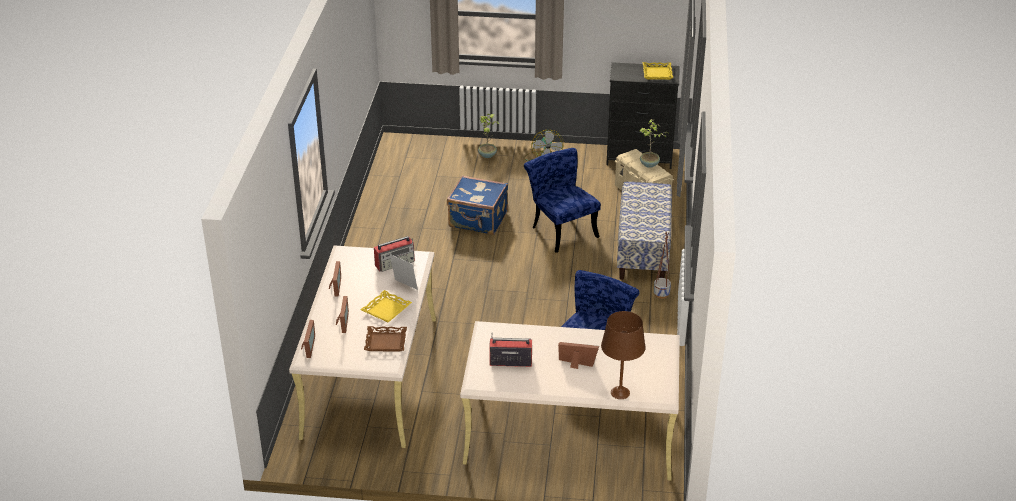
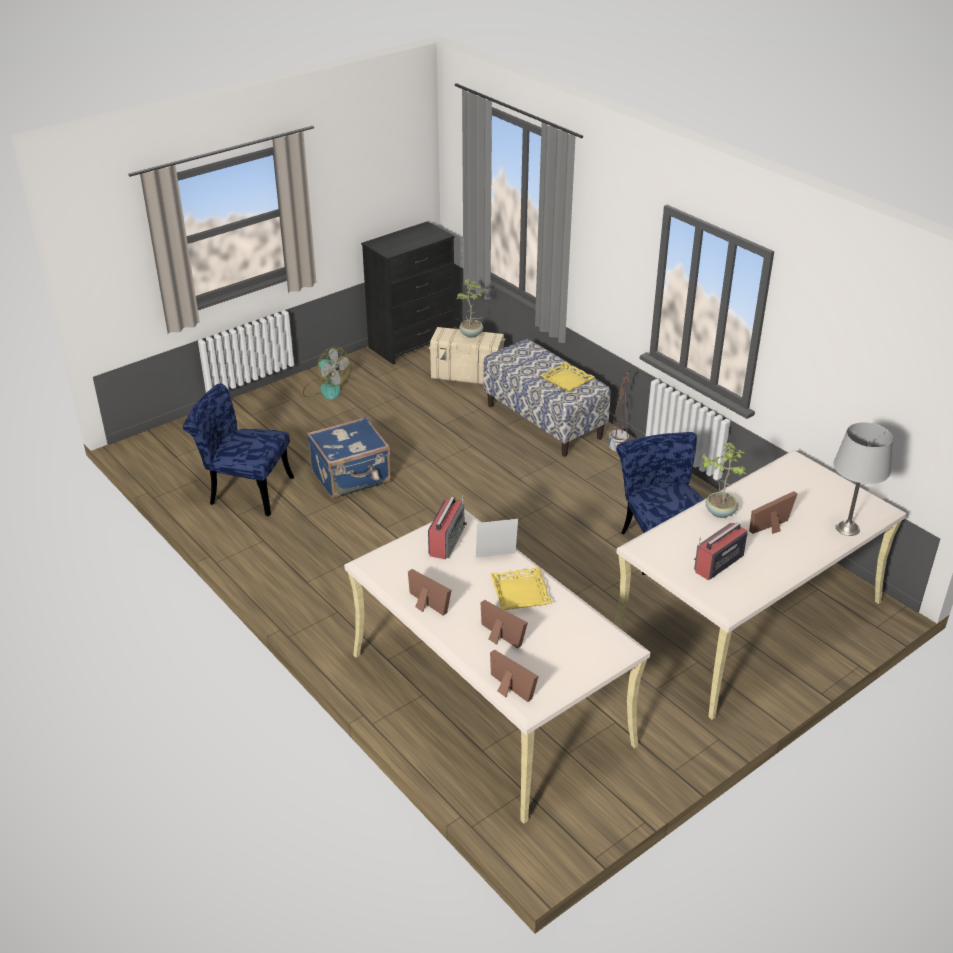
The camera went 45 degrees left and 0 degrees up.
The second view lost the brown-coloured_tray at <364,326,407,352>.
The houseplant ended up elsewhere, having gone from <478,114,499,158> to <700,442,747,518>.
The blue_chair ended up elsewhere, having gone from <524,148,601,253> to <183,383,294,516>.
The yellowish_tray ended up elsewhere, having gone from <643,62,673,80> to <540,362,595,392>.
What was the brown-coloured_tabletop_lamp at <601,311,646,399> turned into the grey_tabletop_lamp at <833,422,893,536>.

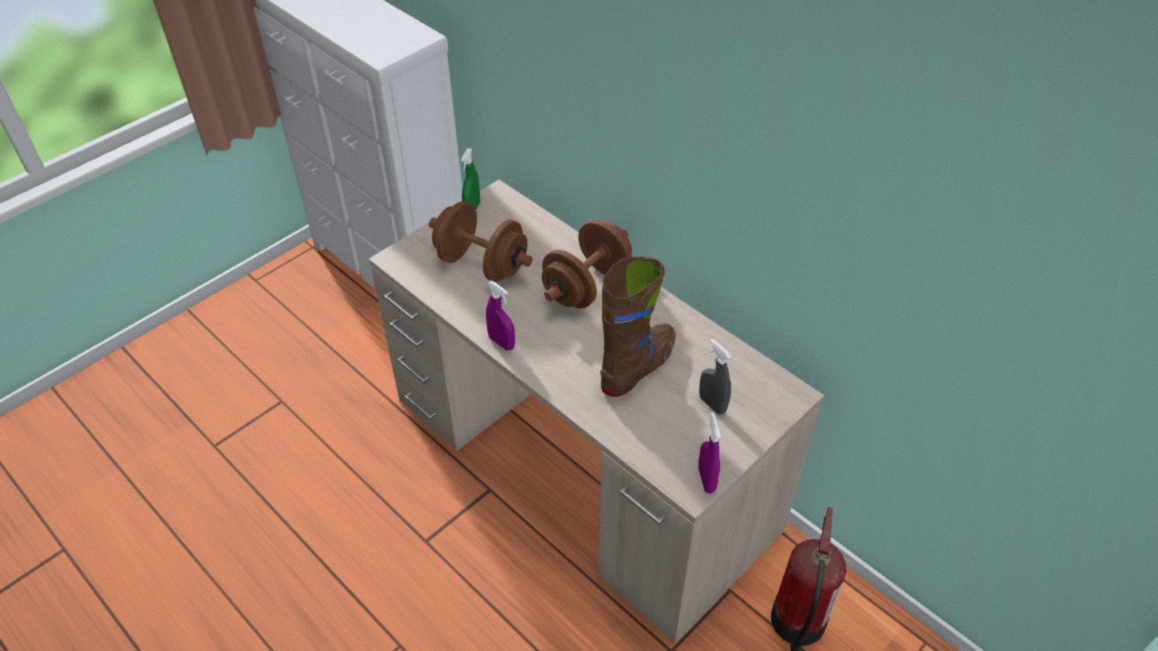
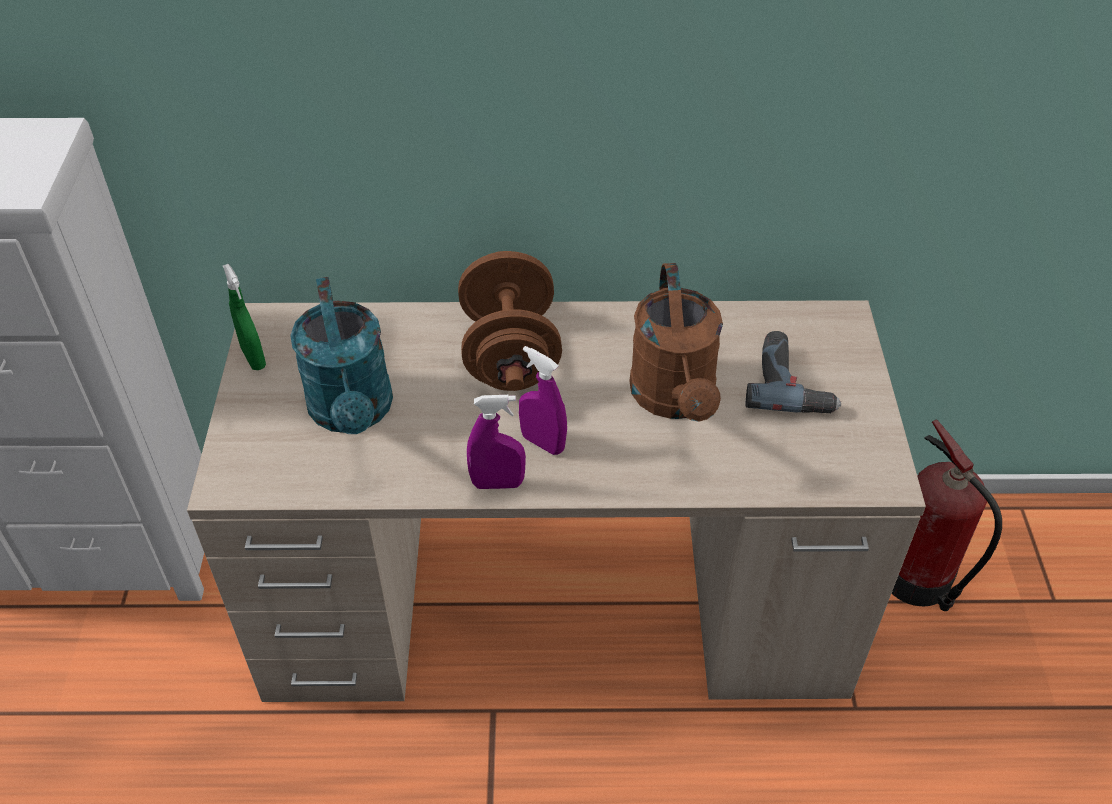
The camera went 45 degrees left and 0 degrees up.
The purple_sprayer ended up elsewhere, having gone from <698,412,721,493> to <519,346,567,455>.
Where the brown-coloured_free_weight stood at <429,201,533,282>, the turquoise-coloured_sprinkling_can came to stand at <290,277,393,434>.
Where the brown-coloured_high-top_boot stood at <600,256,676,397>, the brown-coloured_sprinkling_can came to stand at <629,263,723,422>.
Where the grey_sprayer stood at <699,339,731,415>, the power_drill came to stand at <746,331,841,413>.

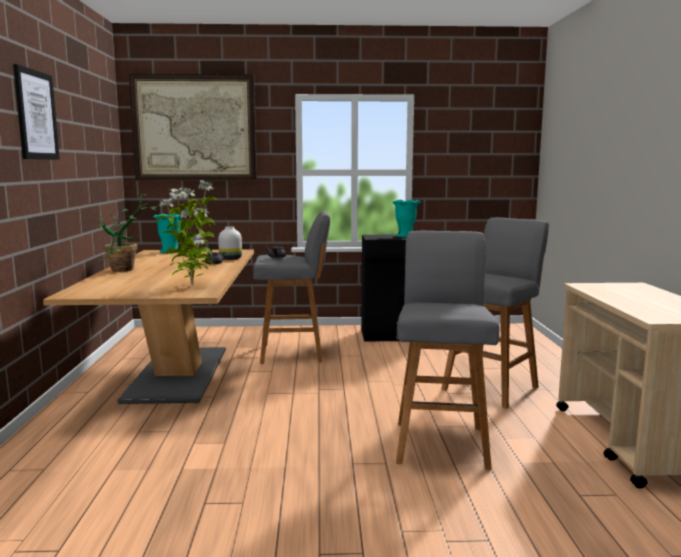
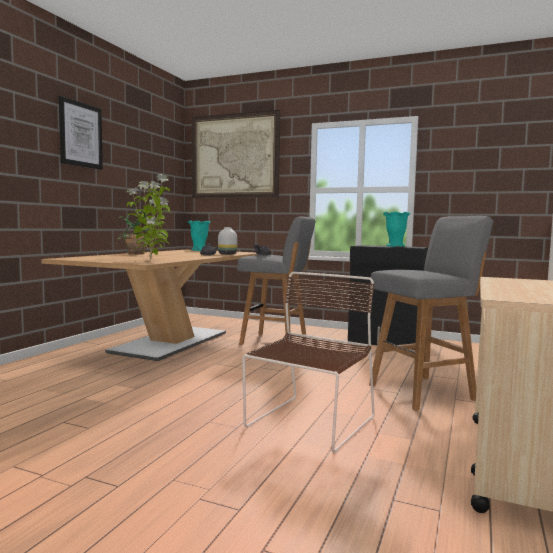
The camera went 25 degrees right and 5 degrees down.
Where the grey_sitting_stool stood at <396,231,499,470>, the brown-coloured_chair came to stand at <242,272,375,453>.

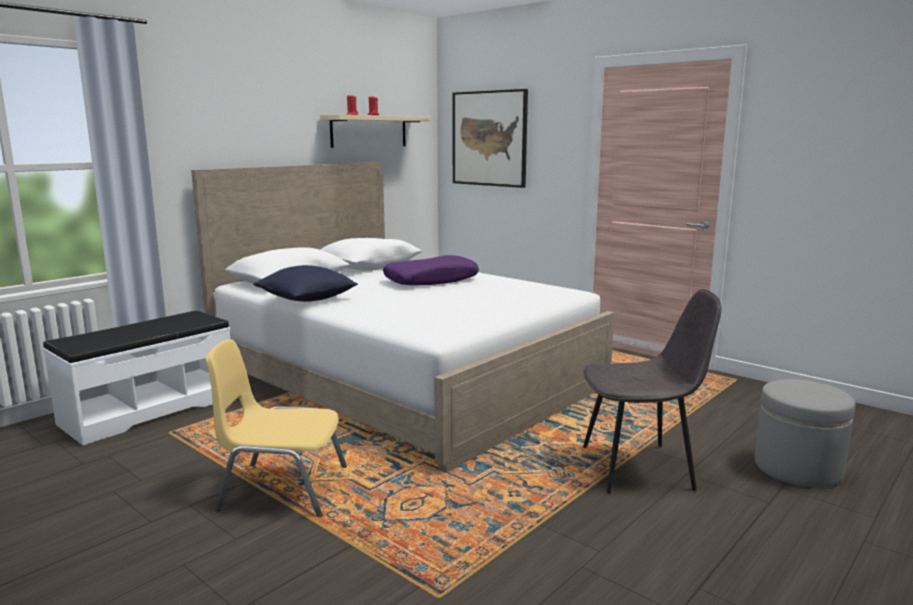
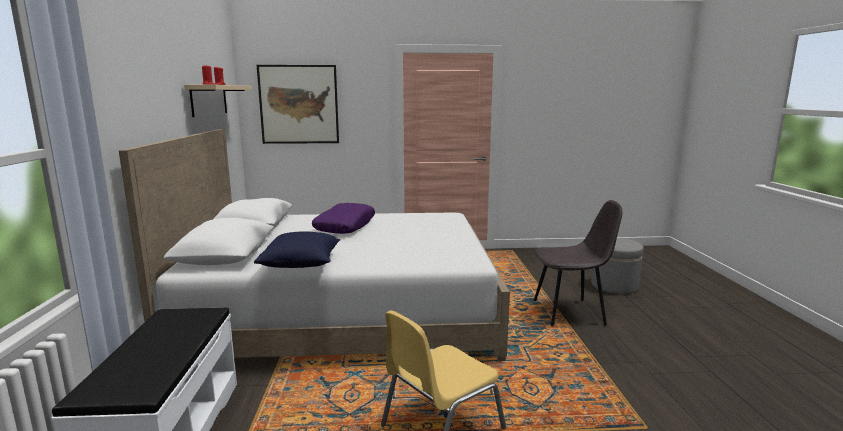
The camera went 45 degrees left and 0 degrees up.
The grey_chair at <583,289,721,493> ended up facing another way, 45 degrees clockwise from before.

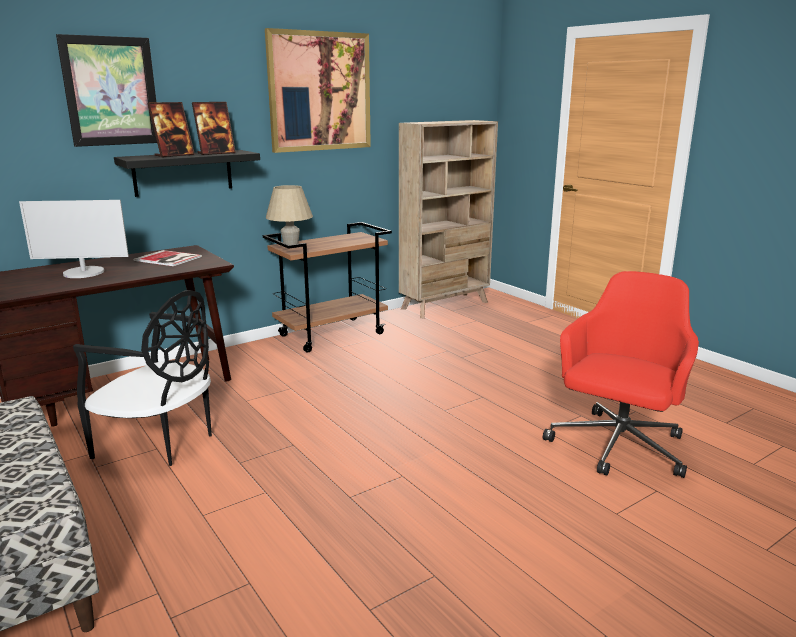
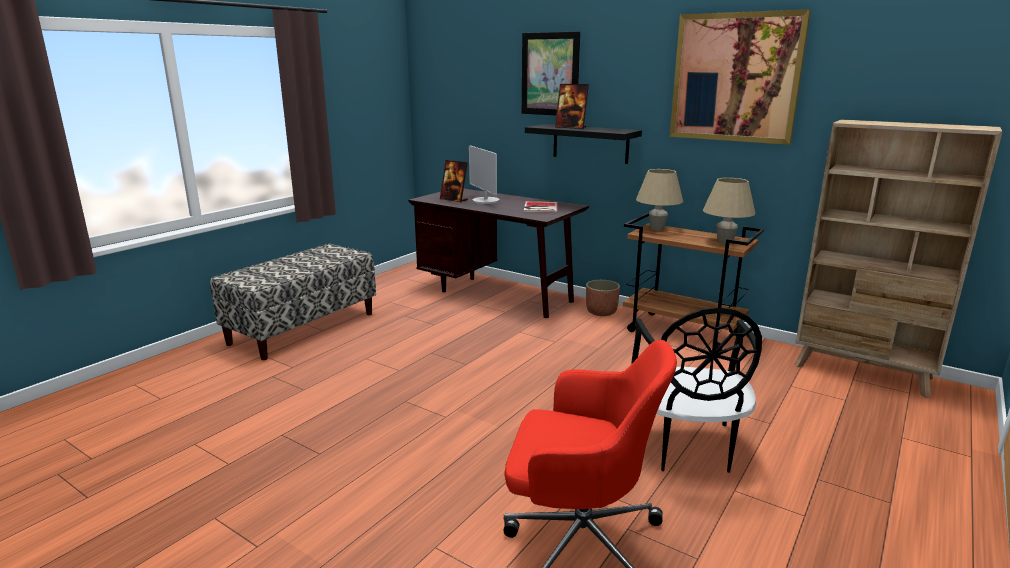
The camera went 70 degrees right and 0 degrees up.
The second view gained the flower_pot at <586,280,620,316>.
The second view gained the sand-coloured_tabletop_lamp at <703,178,756,244>.
The black_chair ended up elsewhere, having gone from <73,290,212,466> to <631,308,762,473>.
The photo_frame ended up elsewhere, having gone from <192,102,236,155> to <440,160,468,203>.

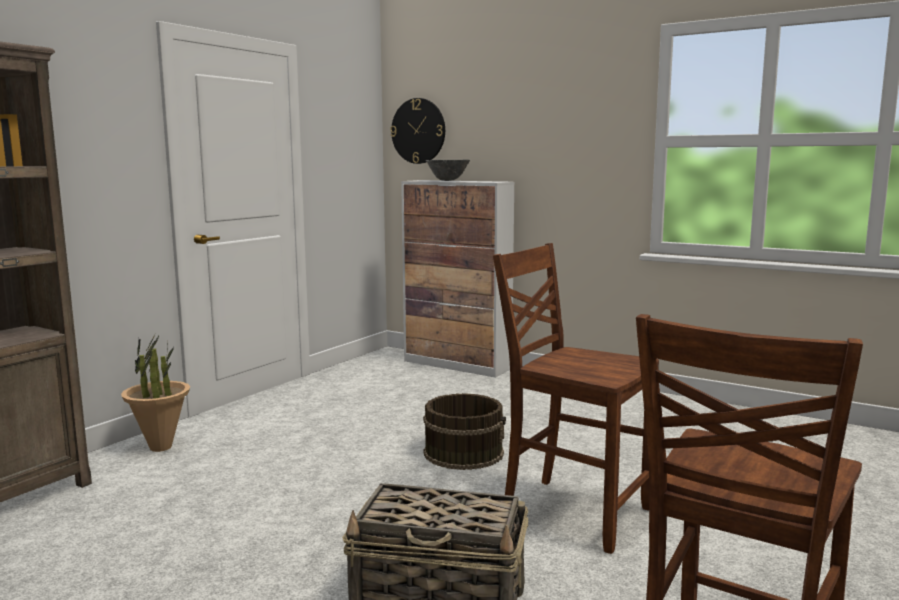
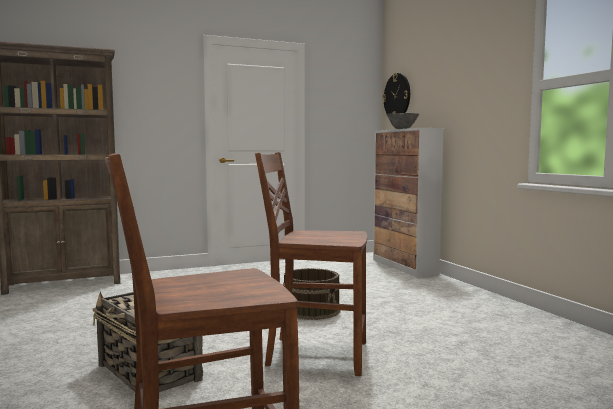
The camera went 35 degrees right and 5 degrees down.
The second view lost the houseplant at <121,335,190,452>.
The brown-coloured_chair at <493,243,659,554> ended up facing another way, 60 degrees counterclockwise from before.

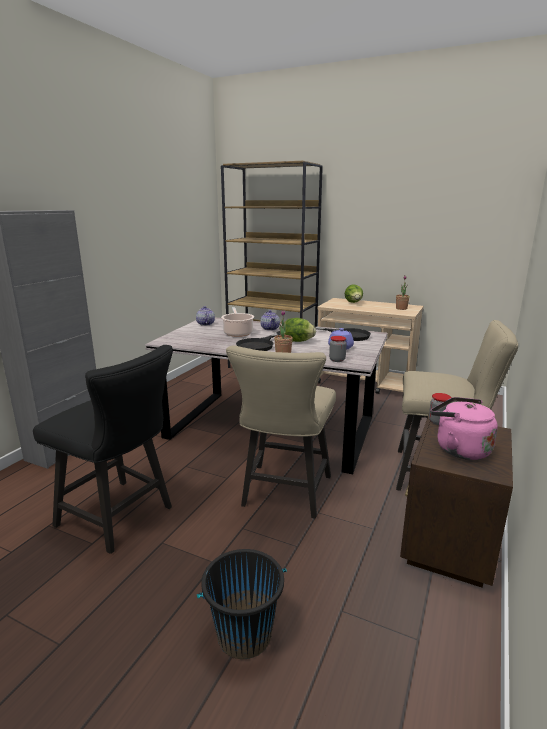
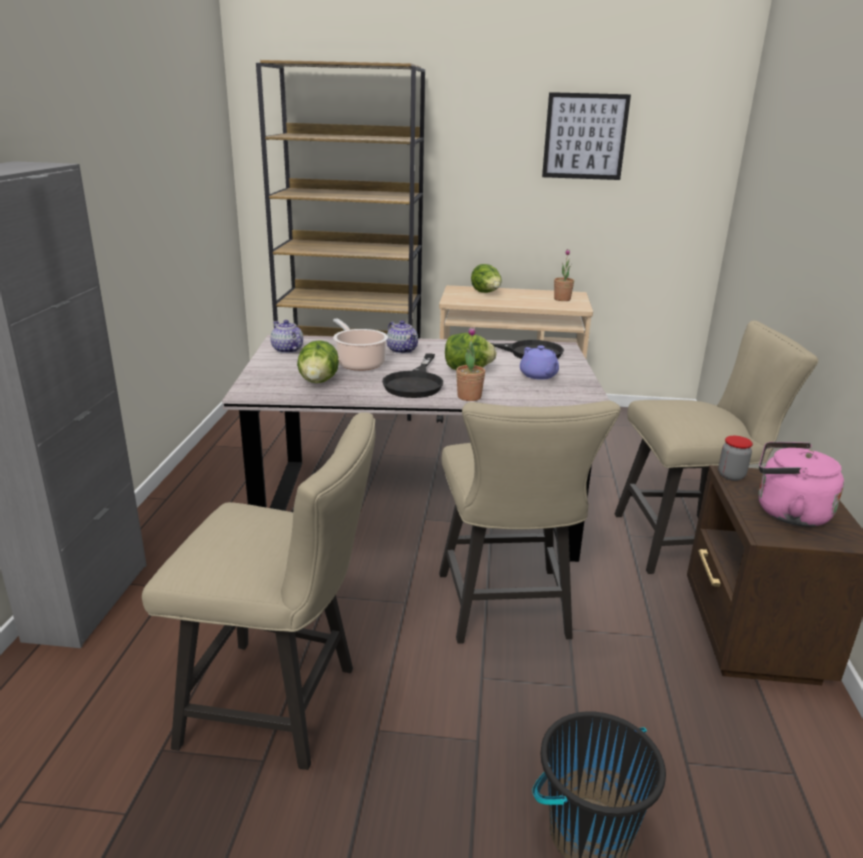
The camera went 20 degrees left and 5 degrees up.
The second view lost the jar at <329,336,346,362>.
The second view gained the lettuce at <297,340,339,383>.
The second view gained the wall_picture at <542,92,631,180>.
What was the black_chair at <33,345,173,554> turned into the sand-coloured_chair at <142,413,376,770>.

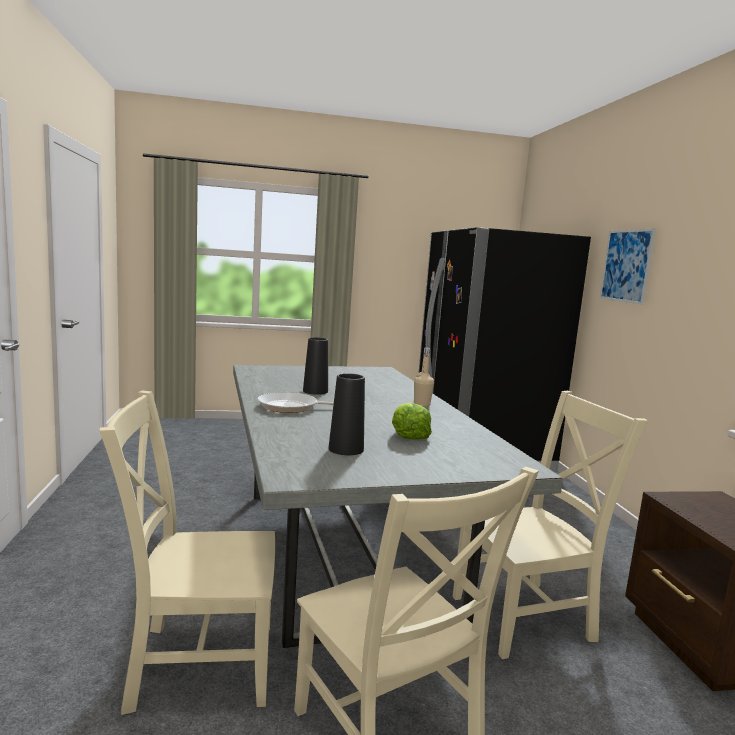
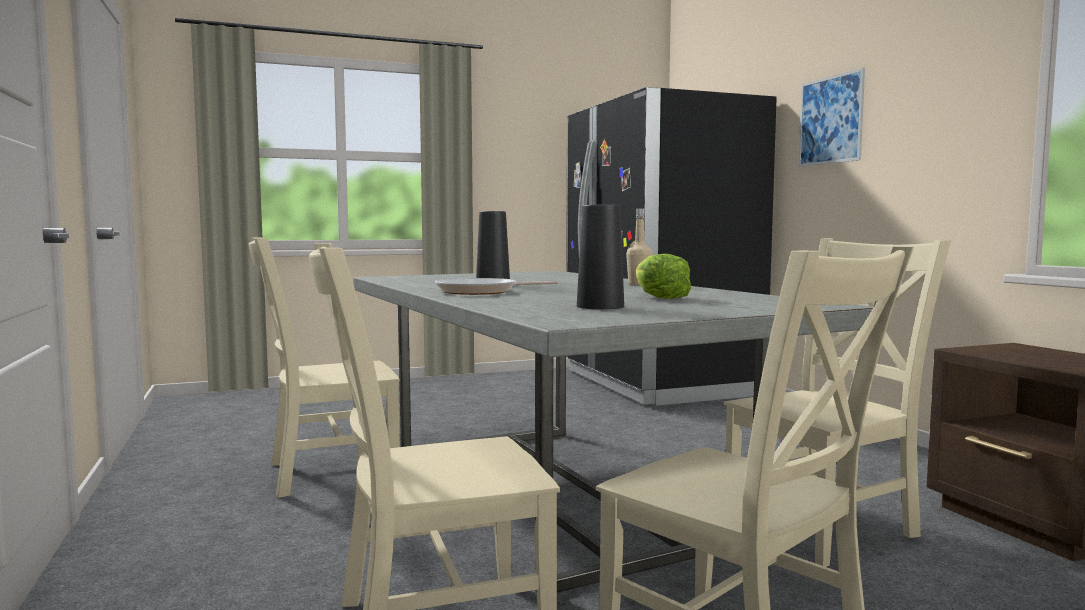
The camera went 10 degrees left and 5 degrees down.
The second view gained the sand-coloured_chair at <249,237,400,498>.

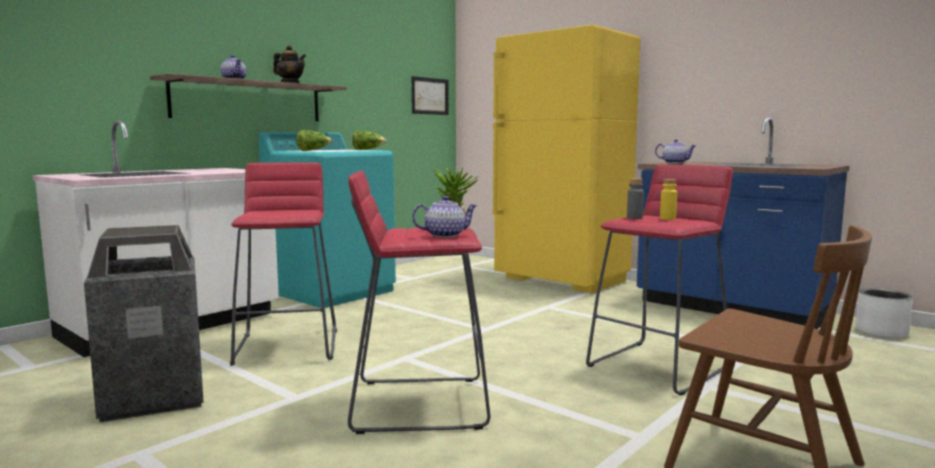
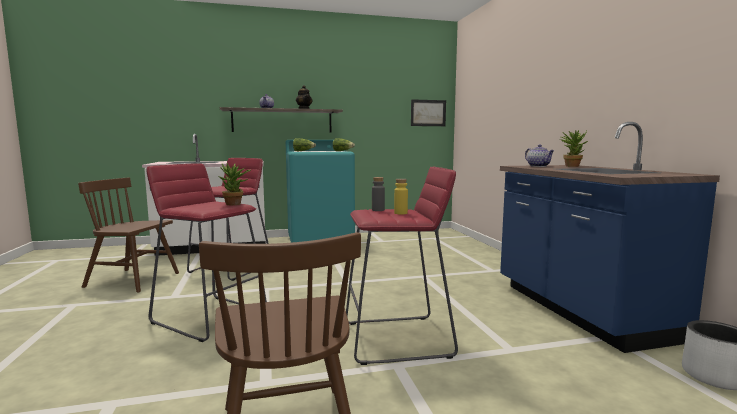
The camera went 35 degrees right and 0 degrees up.
The second view lost the teapot at <412,196,478,238>.
The second view lost the yellowish_refrigerator at <492,25,640,293>.
The second view gained the houseplant at <560,130,588,167>.
Where the trash_can stood at <84,225,204,422>, the brown-coloured_chair came to stand at <78,177,179,293>.

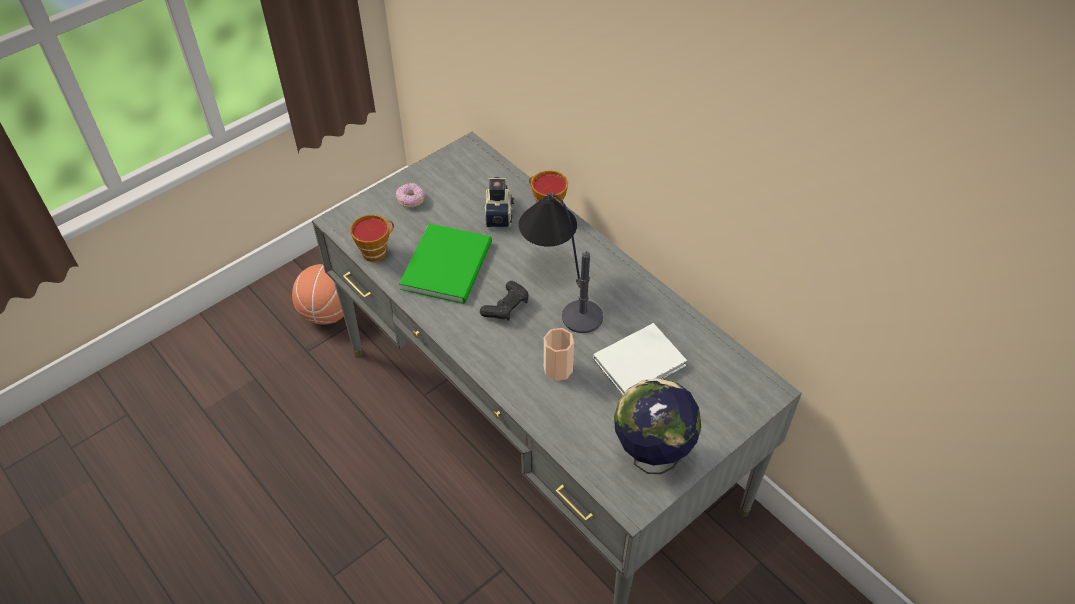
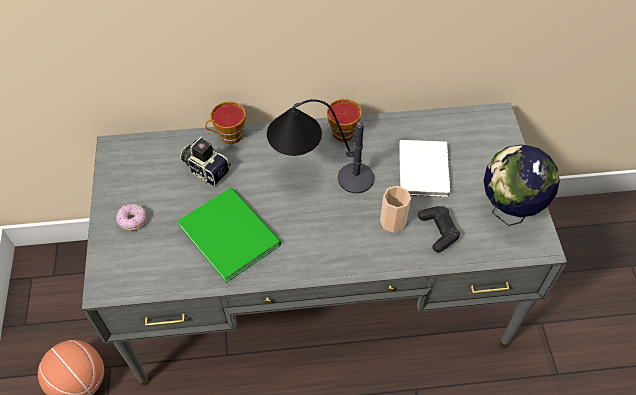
The camera went 55 degrees left and 5 degrees up.
The cup ended up elsewhere, having gone from <350,215,394,262> to <327,99,362,141>.
The black_joypad ended up elsewhere, having gone from <480,281,528,321> to <418,206,460,252>.

